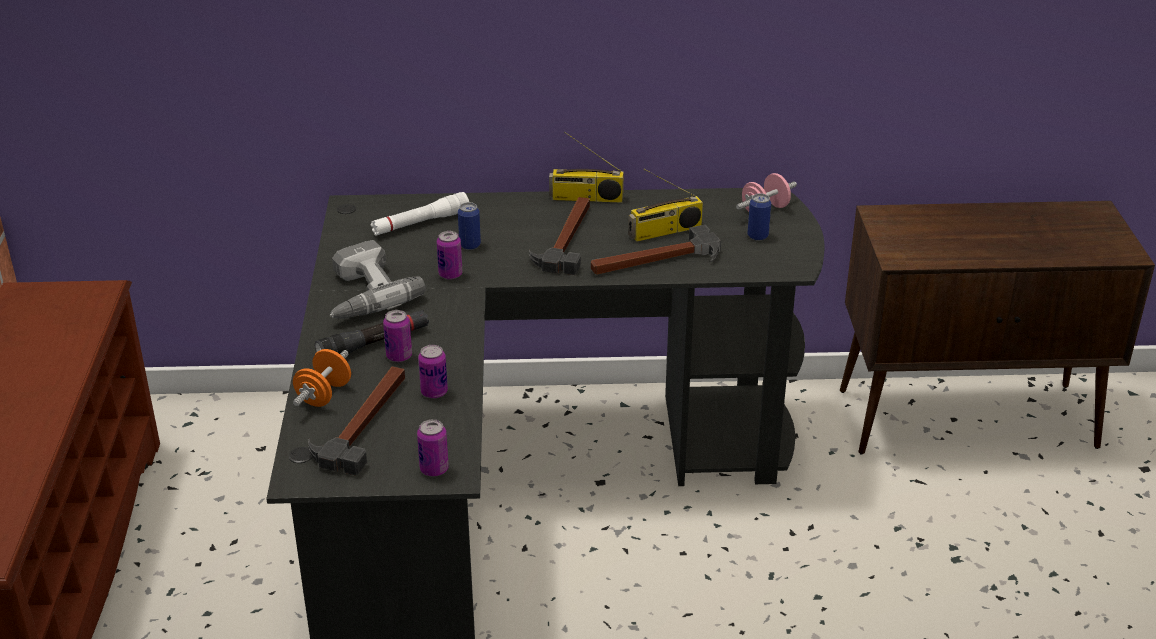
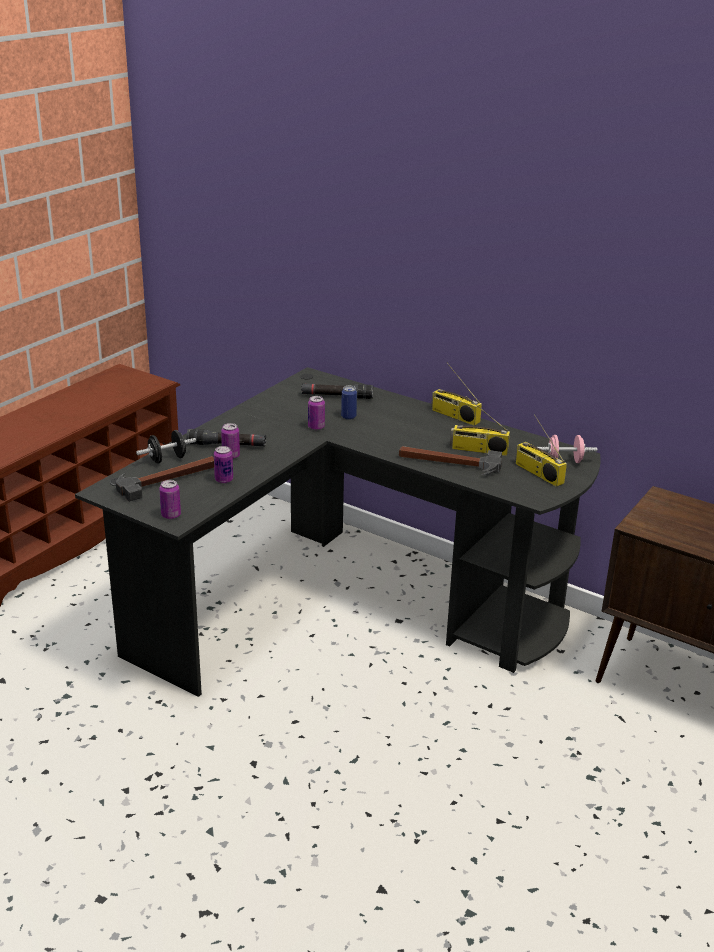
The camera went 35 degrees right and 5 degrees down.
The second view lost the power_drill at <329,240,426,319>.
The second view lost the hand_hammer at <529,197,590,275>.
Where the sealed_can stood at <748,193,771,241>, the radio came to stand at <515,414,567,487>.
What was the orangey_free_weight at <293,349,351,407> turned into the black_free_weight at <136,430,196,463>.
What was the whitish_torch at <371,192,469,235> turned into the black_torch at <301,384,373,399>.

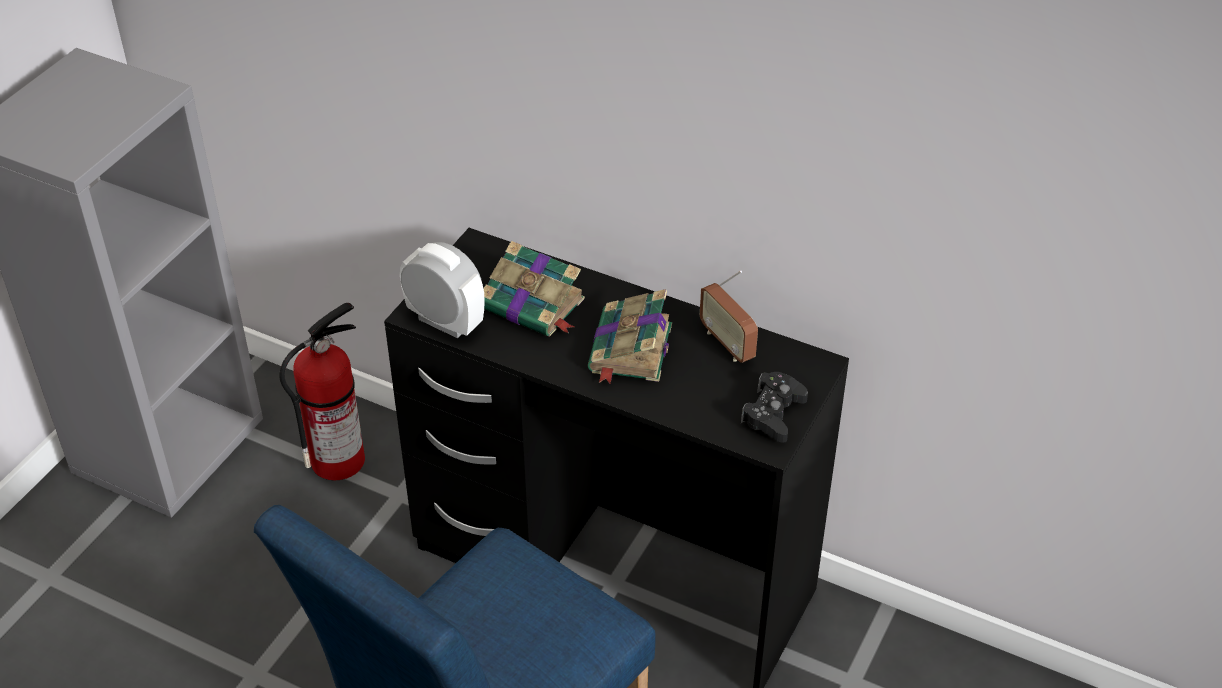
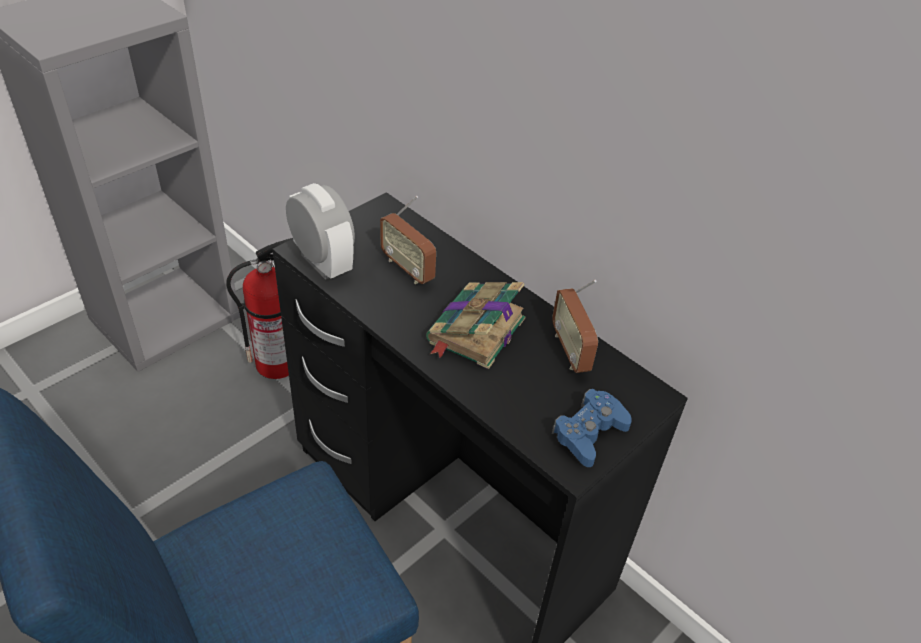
The camera went 15 degrees right and 0 degrees up.
Where the volume stood at <484,241,585,337>, the radio came to stand at <380,196,436,284>.
What was the black_joypad at <741,372,808,443> turned into the blue_joypad at <552,389,632,467>.

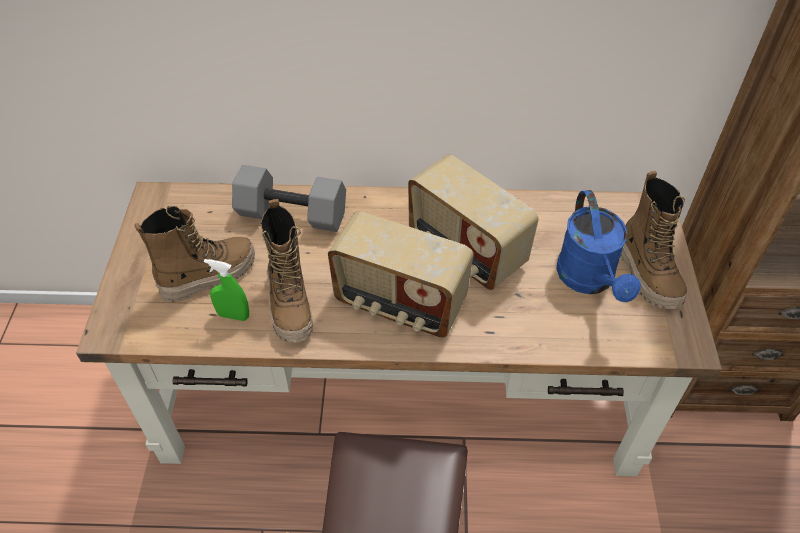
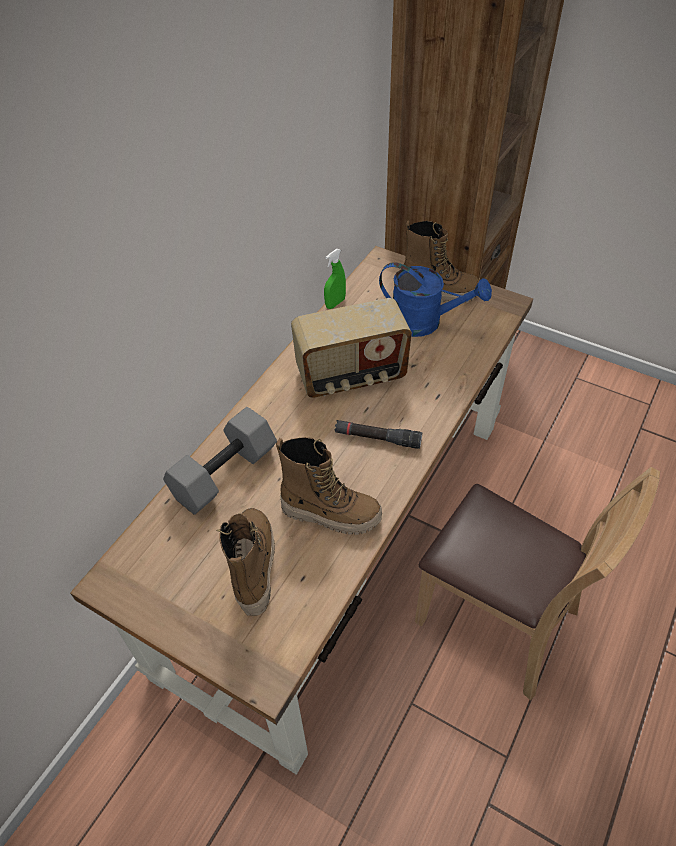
The camera went 60 degrees left and 0 degrees up.
The greenish_sprayer ended up elsewhere, having gone from <204,259,249,321> to <324,249,346,309>.
Where the radio stood at <328,211,474,338>, the black_torch came to stand at <335,420,422,449>.

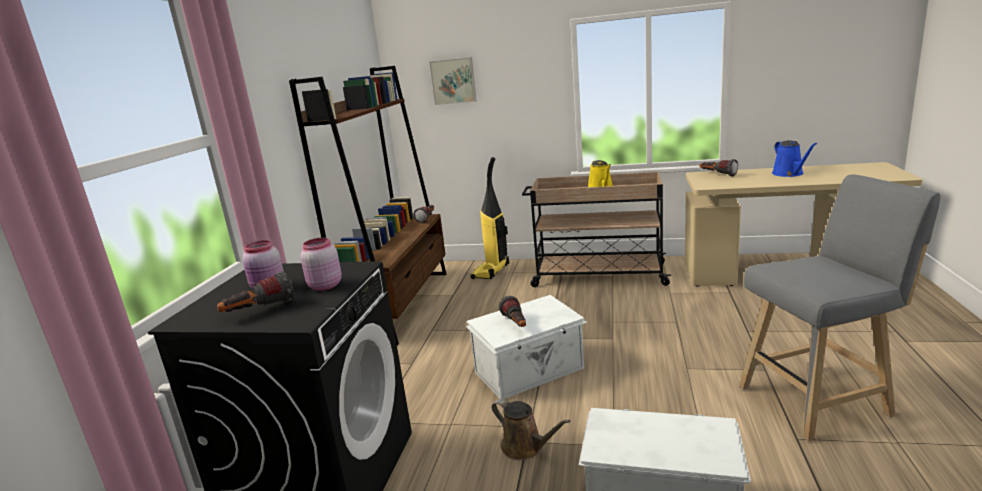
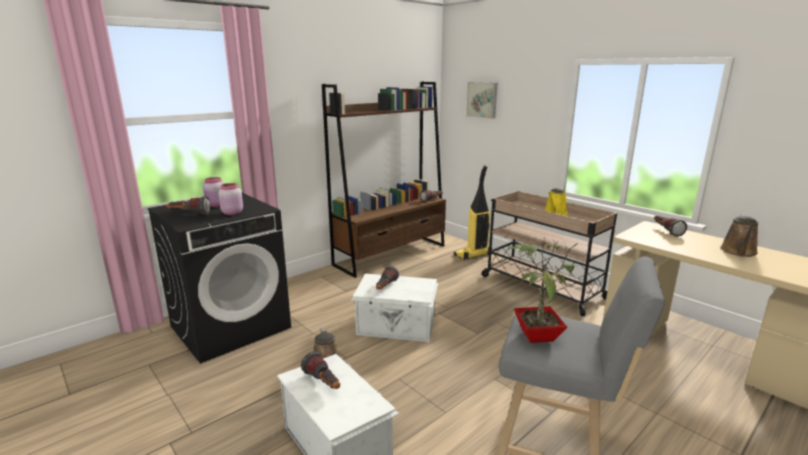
The camera went 35 degrees right and 0 degrees up.
The second view gained the torch at <301,351,340,389>.
The second view gained the houseplant at <505,237,578,343>.
What was the blue_sprinkling_can at <772,140,817,177> turned into the brown-coloured_sprinkling_can at <720,215,758,257>.

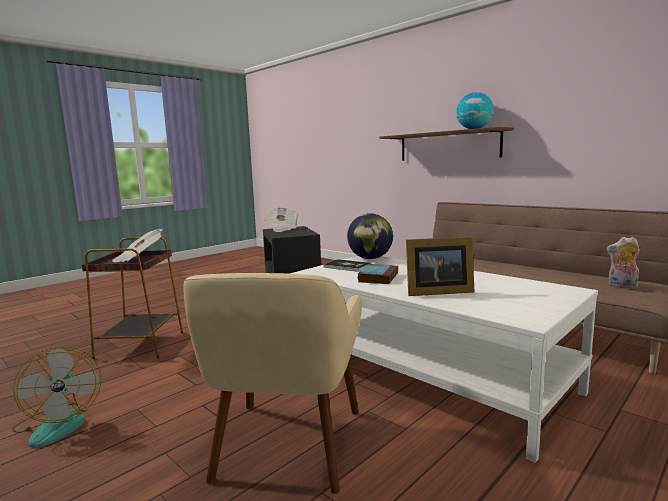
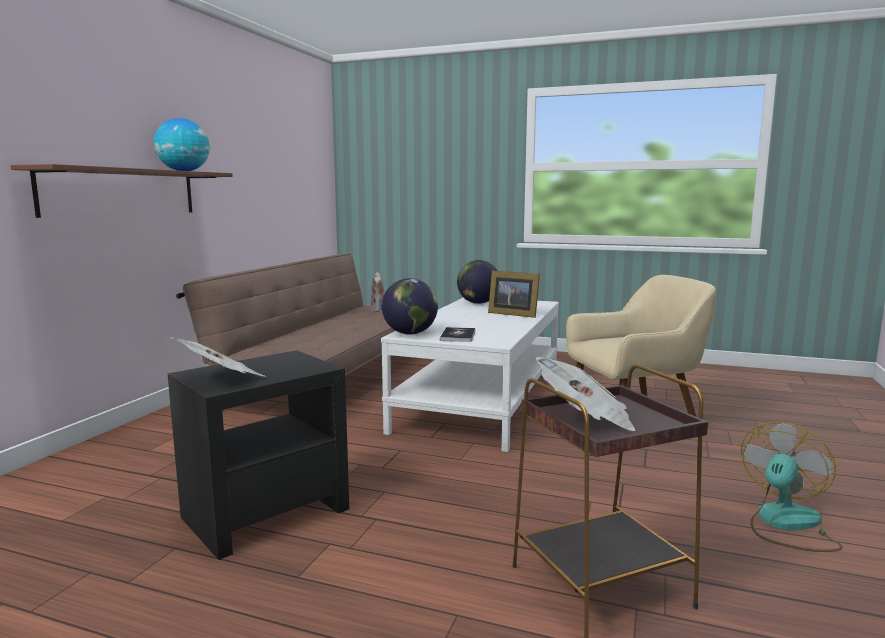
The camera went 115 degrees left and 0 degrees up.
The second view lost the volume at <358,264,398,284>.
The second view gained the desk_globe at <457,260,498,304>.
The photo_frame at <406,237,474,296> ended up facing another way, 150 degrees clockwise from before.

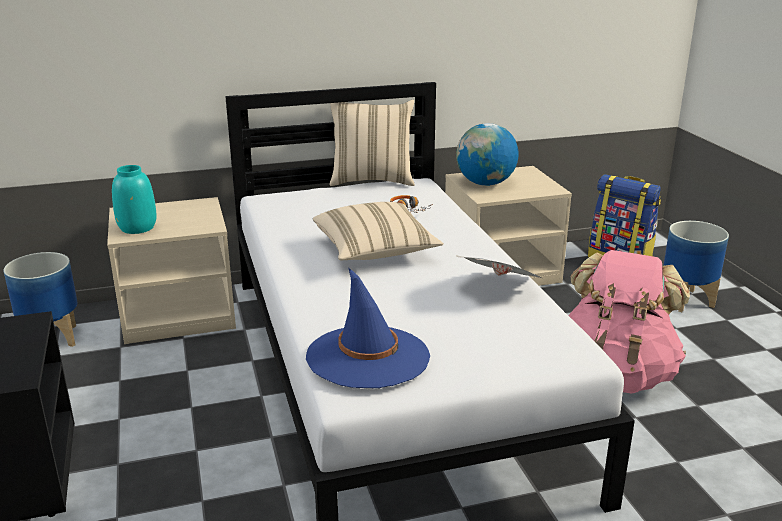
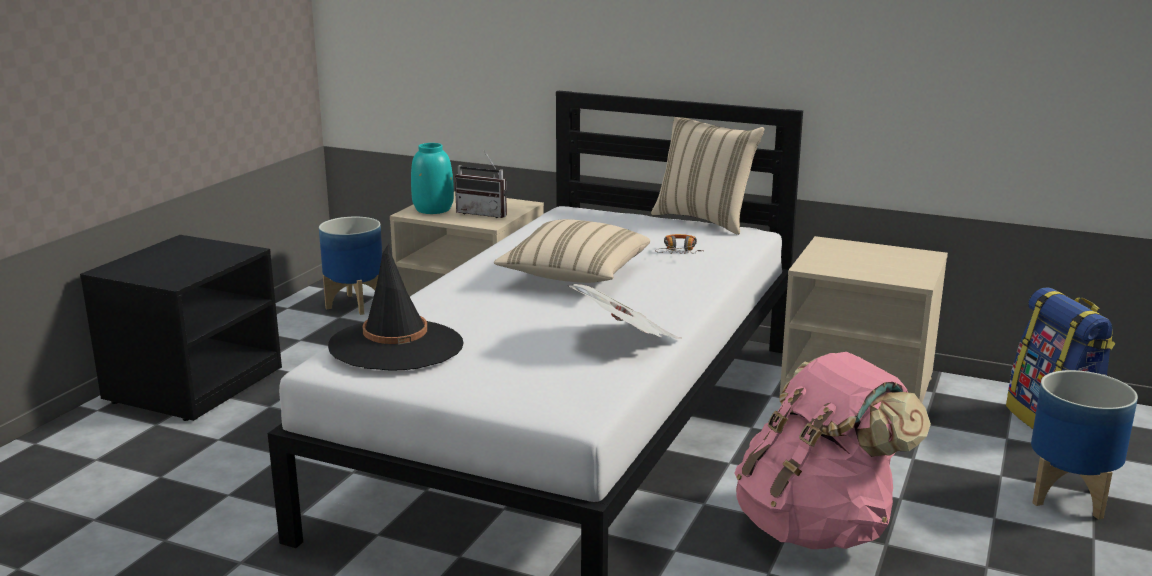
The camera went 40 degrees right and 5 degrees down.
The second view lost the desk_globe at <456,123,519,186>.
The second view gained the radio at <455,150,508,218>.
What was the blue_wearable_hat at <306,267,430,388> turned into the black_wearable_hat at <328,244,464,371>.

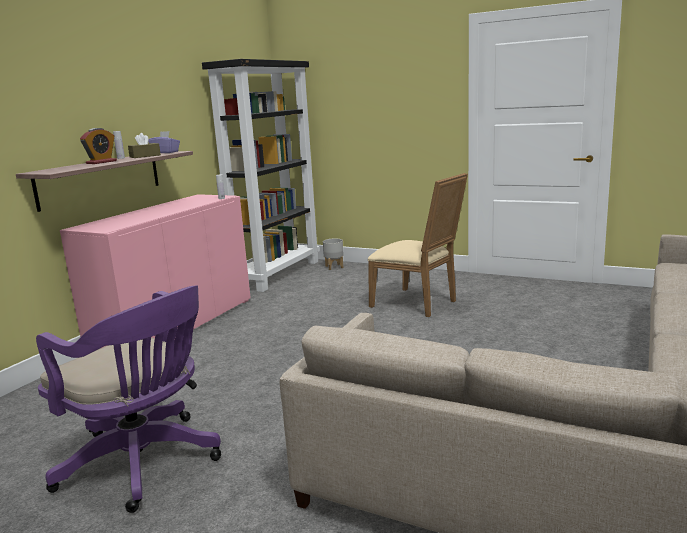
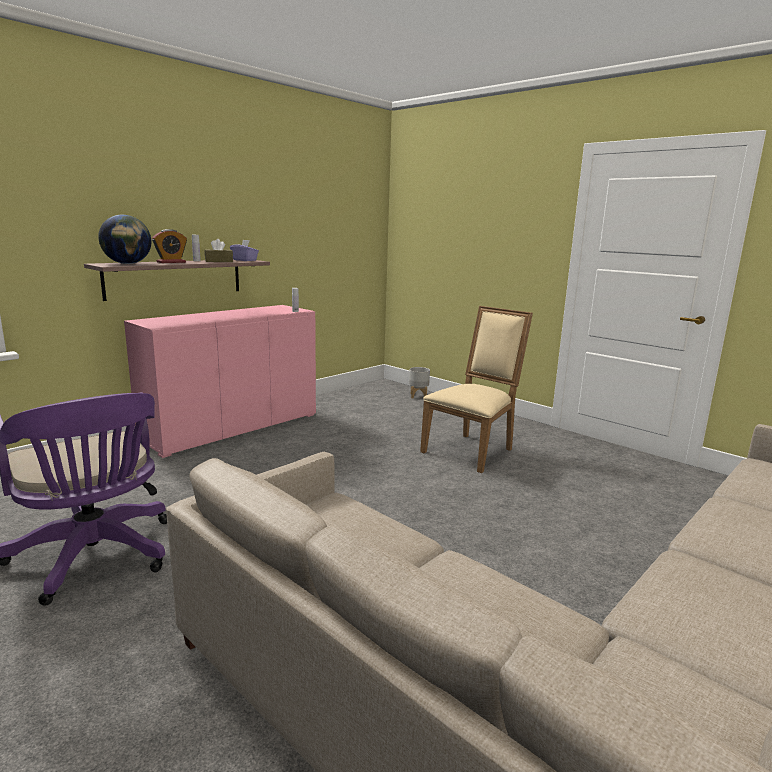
The camera went 15 degrees right and 0 degrees up.
The second view lost the black_shelving_unit at <202,59,320,292>.
The second view gained the desk_globe at <98,215,151,264>.
The sand-coloured_chair at <368,173,468,317> ended up facing another way, 105 degrees counterclockwise from before.

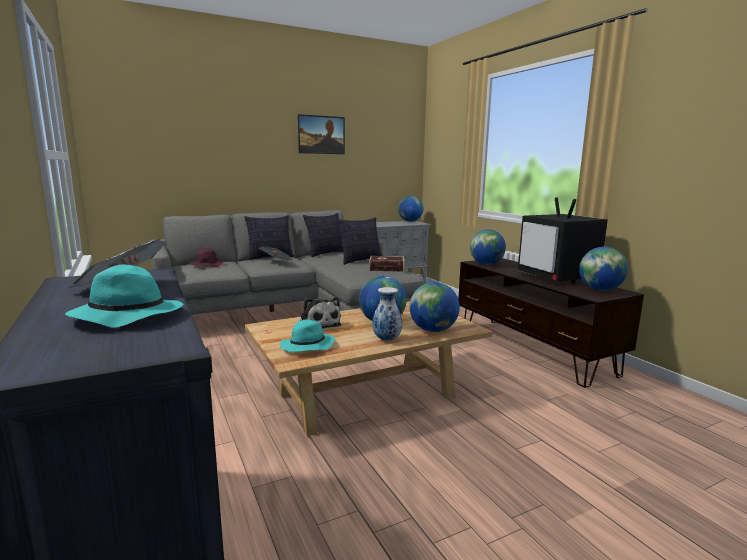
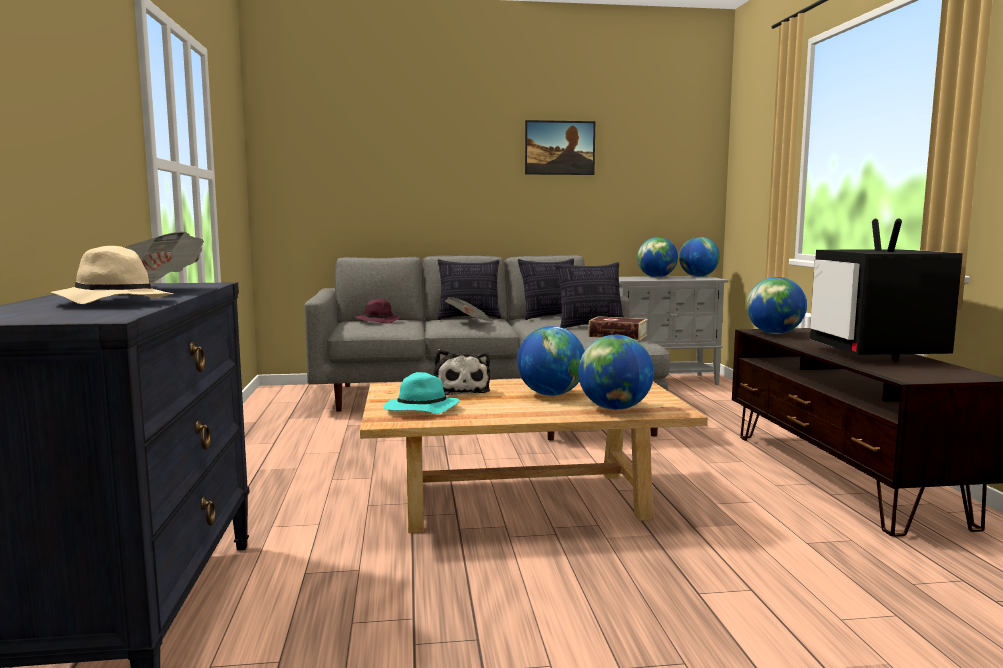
The camera went 20 degrees right and 5 degrees down.
The second view lost the flower_vase at <372,287,402,341>.
The desk_globe ended up elsewhere, having gone from <579,247,628,291> to <637,237,678,277>.
What was the turquoise-coloured_wearable_hat at <65,264,183,328> turned into the sand-coloured_wearable_hat at <49,246,174,304>.

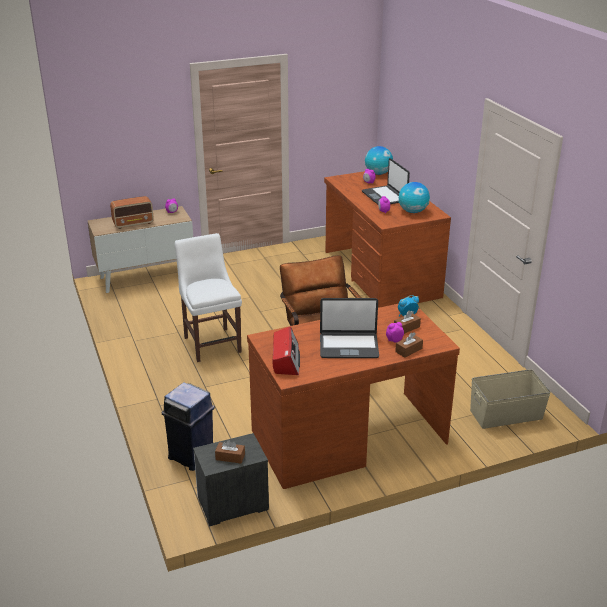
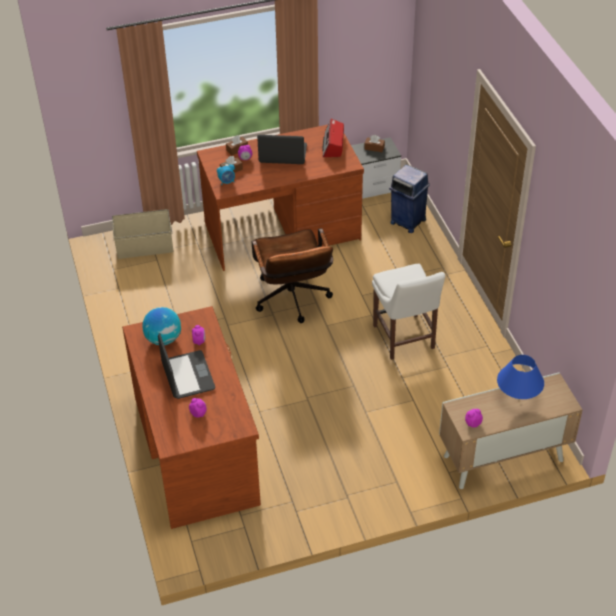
The camera went 175 degrees left and 15 degrees up.
The second view lost the desk_globe at <365,146,393,175>.
Where the radio stood at <110,196,154,229>, the blue_tabletop_lamp came to stand at <497,355,544,399>.

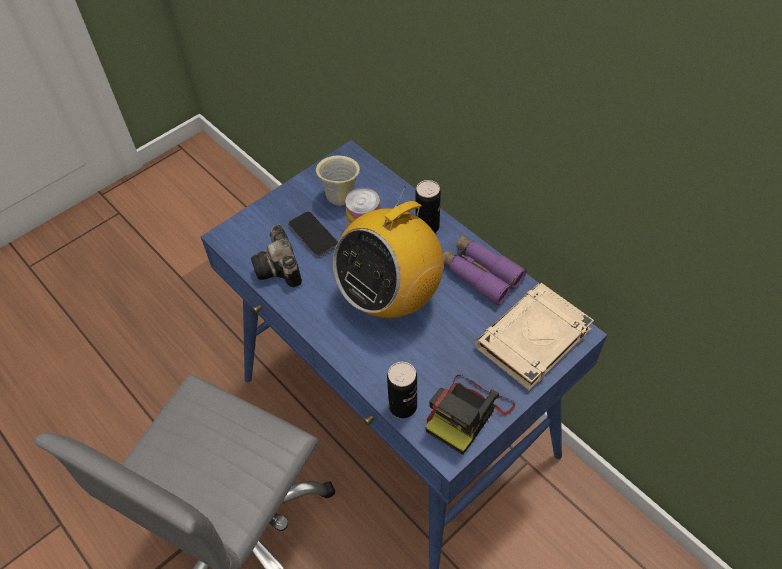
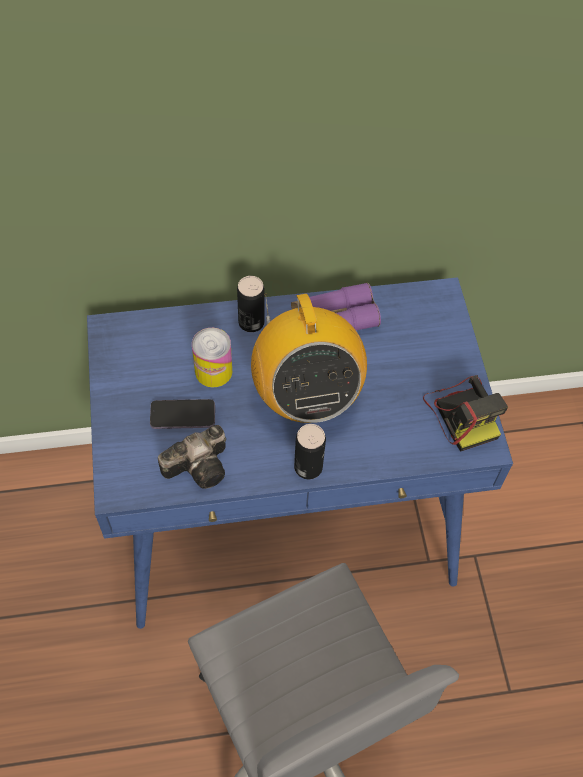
The camera went 60 degrees left and 5 degrees up.
The second view lost the sand-coloured_tea_mug at <316,155,360,206>.
The second view lost the sand-coloured_volume at <475,283,594,391>.
The sealed_can ended up elsewhere, having gone from <387,362,417,418> to <294,424,326,479>.
The still_camera at <251,224,302,288> ended up facing another way, 45 degrees counterclockwise from before.

